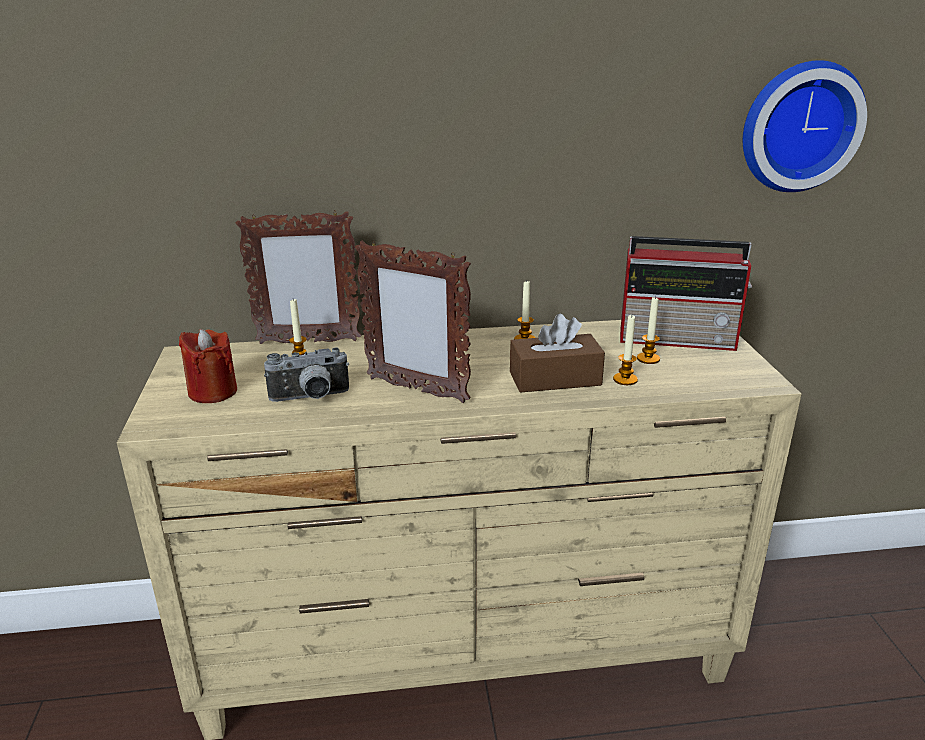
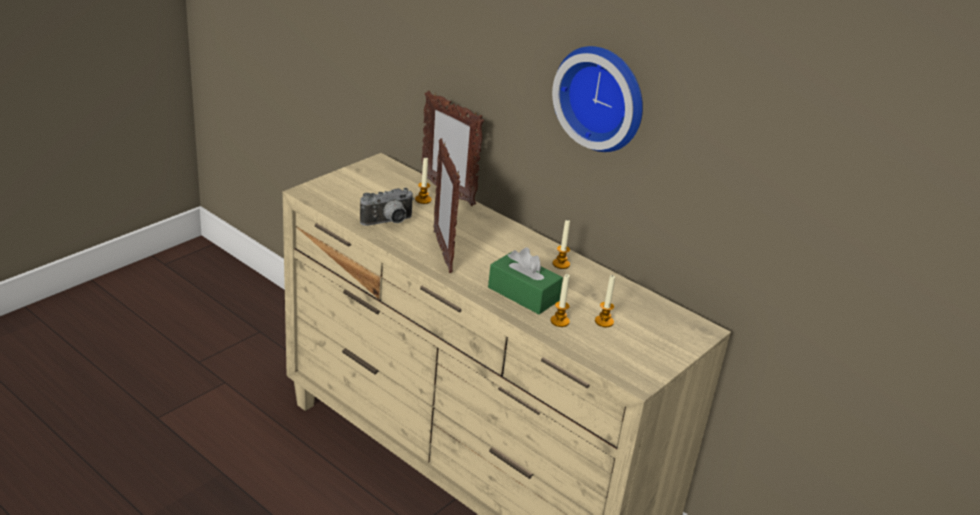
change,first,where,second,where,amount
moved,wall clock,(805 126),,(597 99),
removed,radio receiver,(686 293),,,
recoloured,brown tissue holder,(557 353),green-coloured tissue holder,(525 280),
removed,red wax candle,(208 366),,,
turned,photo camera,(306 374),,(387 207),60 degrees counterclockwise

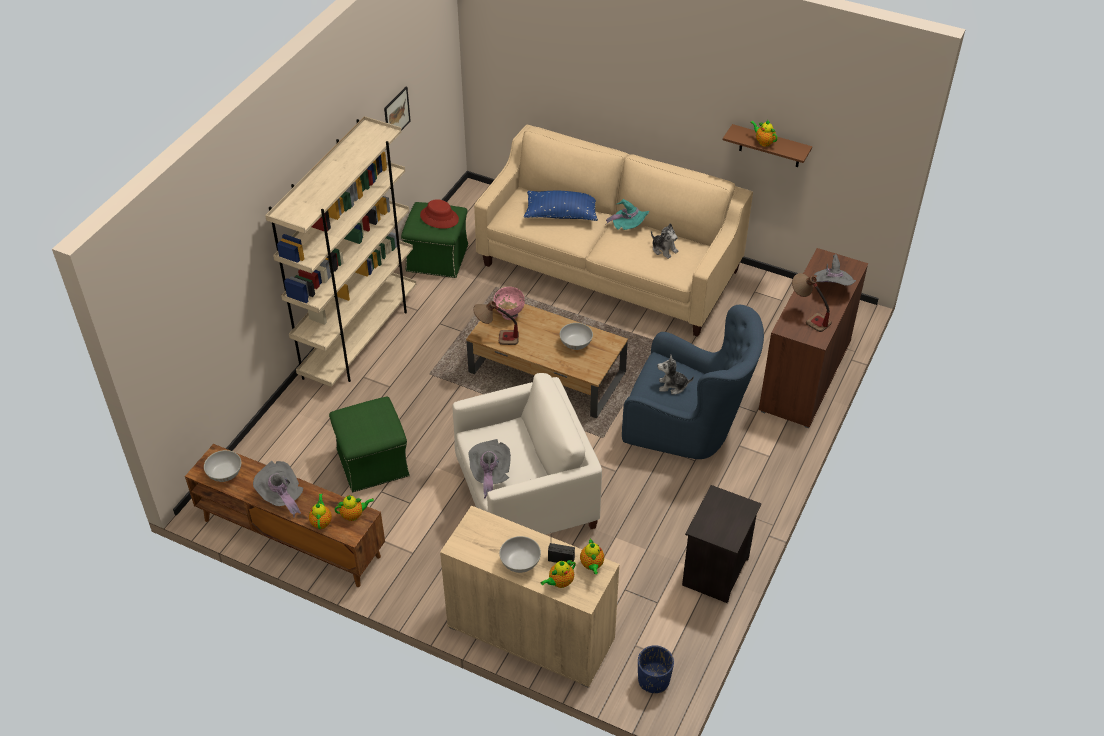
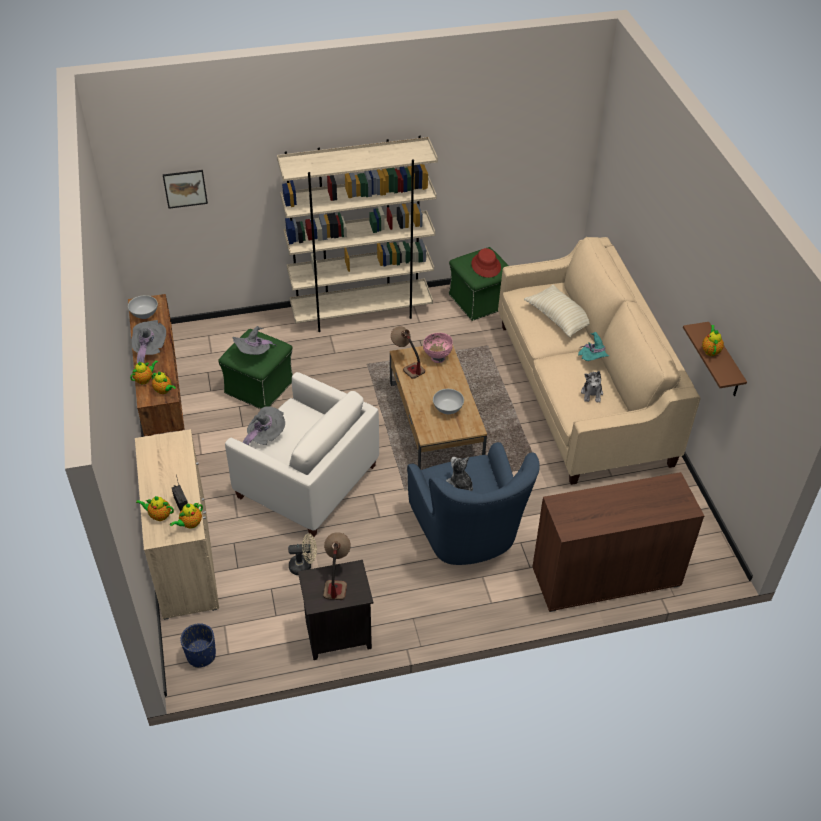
change,first,where,second,where,amount
moved,wall picture,(397 109),,(185 189),
recoloured,blue cushion,(561 206),beige-coloured cushion,(556 311),
moved,greyish hat,(835 270),,(254 340),
moved,tabletop lamp,(812 302),,(337 566),
removed,white-coloured bowl,(520 554),,,
added,,,beige-coloured electric fan,(302 554),

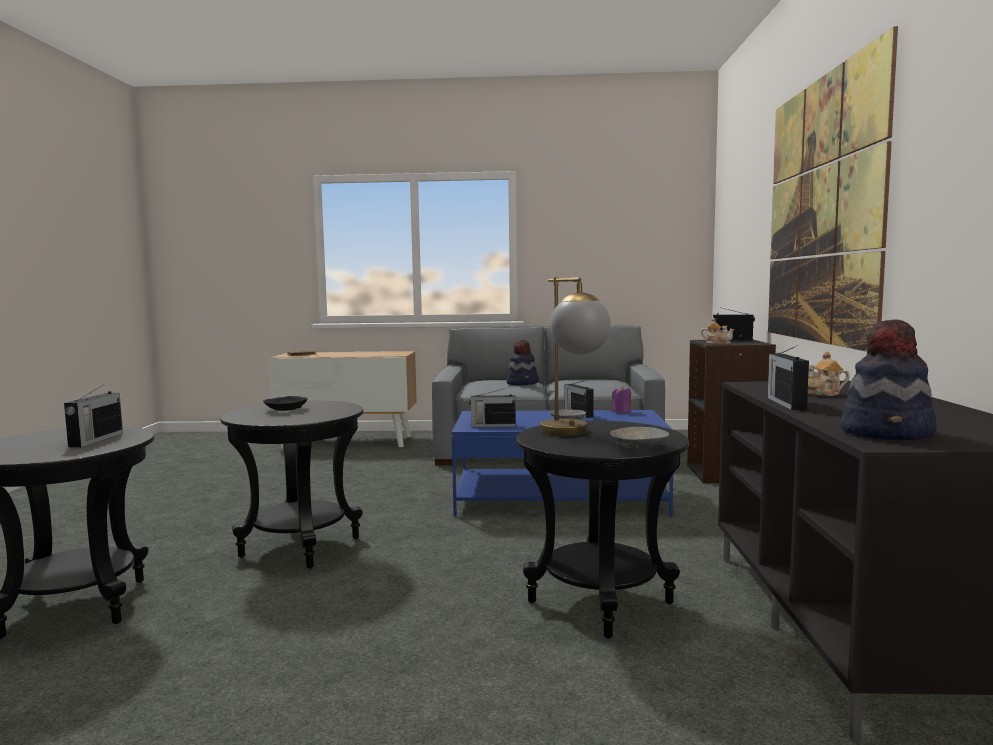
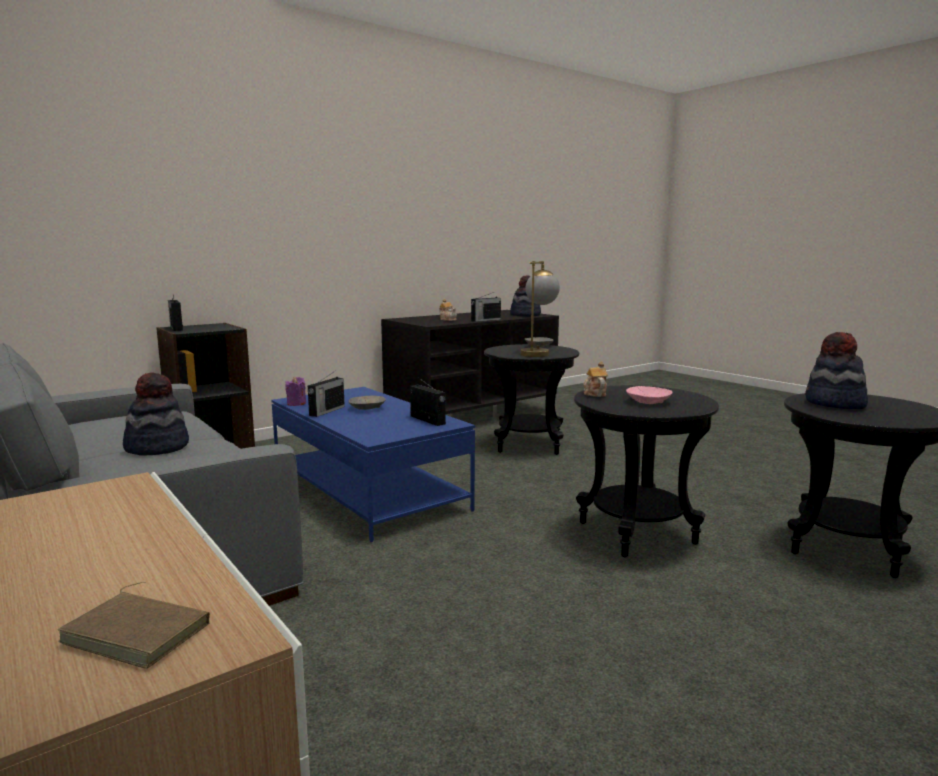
change,first,where,second,where,amount
removed,wall picture,(833 189),,,
moved,pot for tea,(717 331),,(595 379),
replaced,radio receiver,(93 415),hat,(836 370),
recoloured,black-coloured bowl,(285 403),pink-coloured bowl,(649 395),

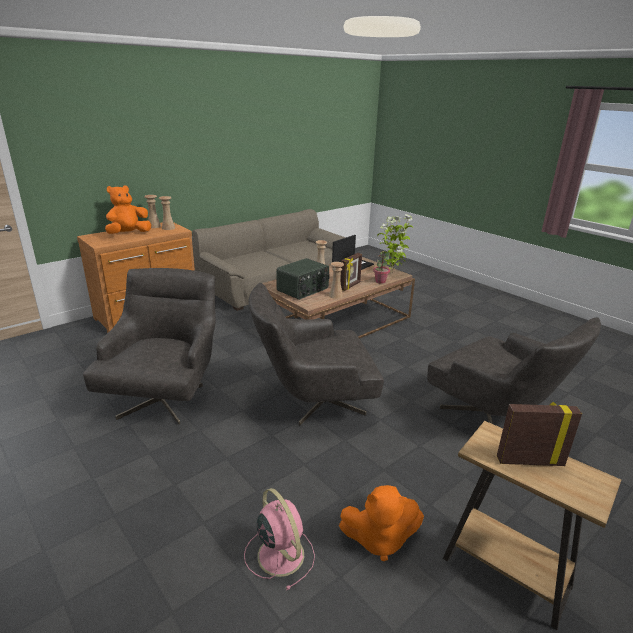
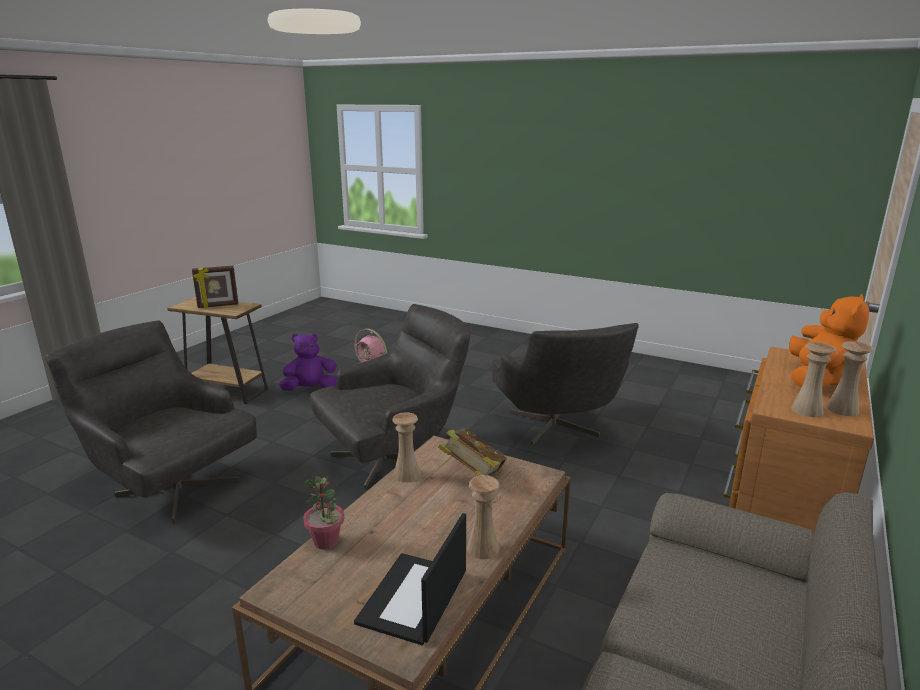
change,first,where,second,where,amount
removed,potted plant,(395 243),,,
removed,picture frame,(351 272),,,
replaced,radio receiver,(303 279),book,(472 452),
recoloured,orange-coloured plush toy,(381 523),purple-coloured plush toy,(308 362),

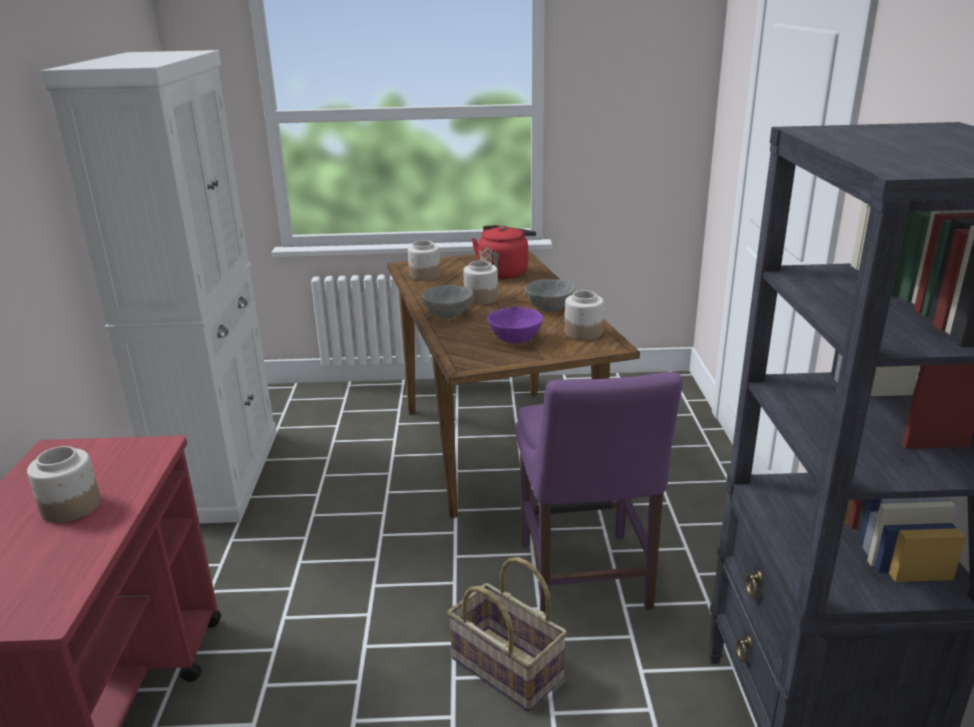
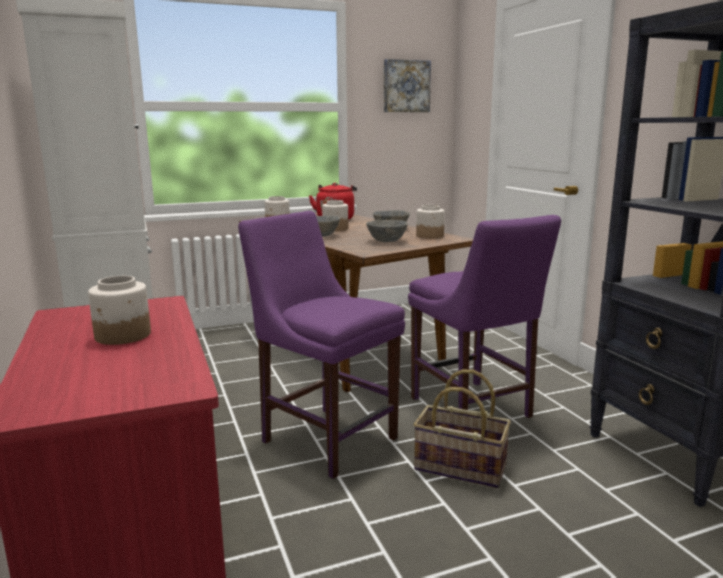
change,first,where,second,where,amount
recoloured,purple-coloured bowl,(515 325),greyish bowl,(387 231),
added,,,wall picture,(407 85),
added,,,purple-coloured chair,(321 345),

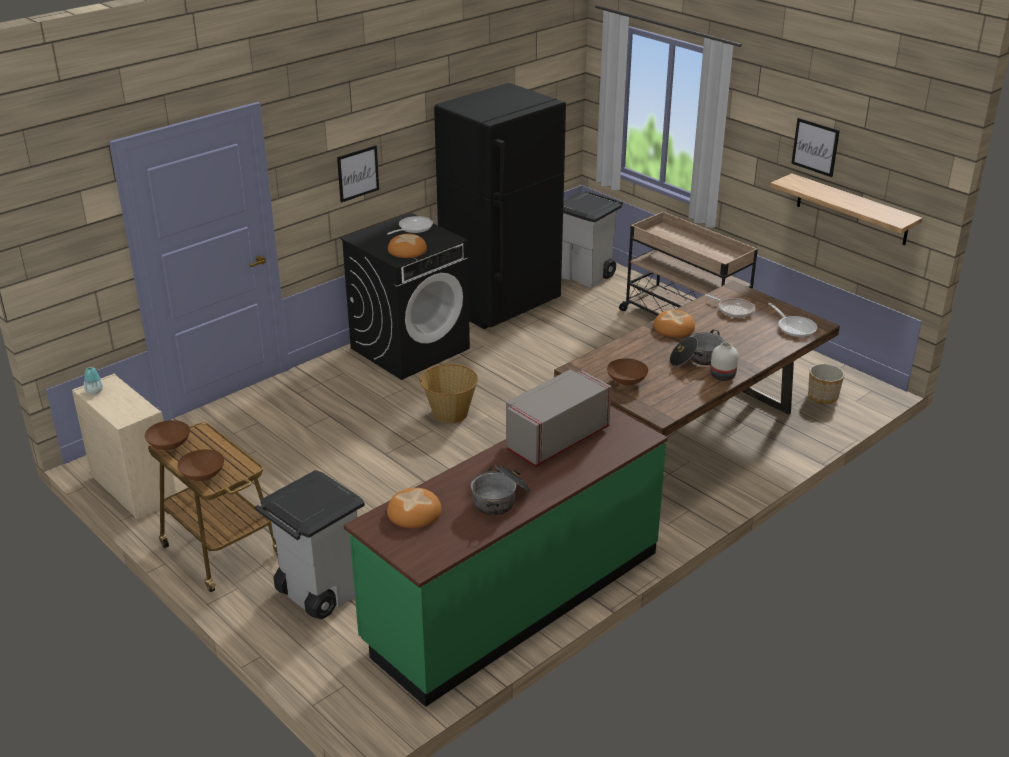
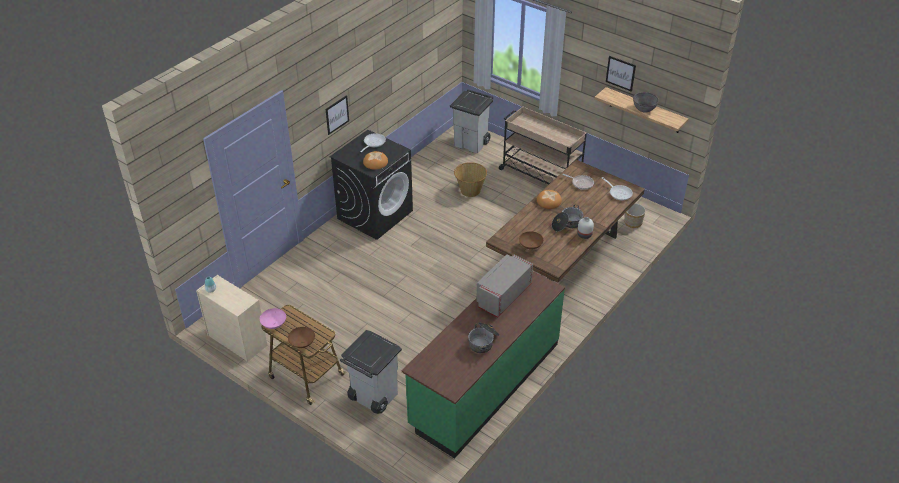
change,first,where,second,where,amount
removed,black-coloured kitchen fridge,(500 206),,,
moved,basket,(449 394),,(470 179),
recoloured,brown bowl,(167 435),pink-coloured bowl,(273 318),
removed,baked bread,(414 508),,,
added,,,greyish bowl,(646 102),

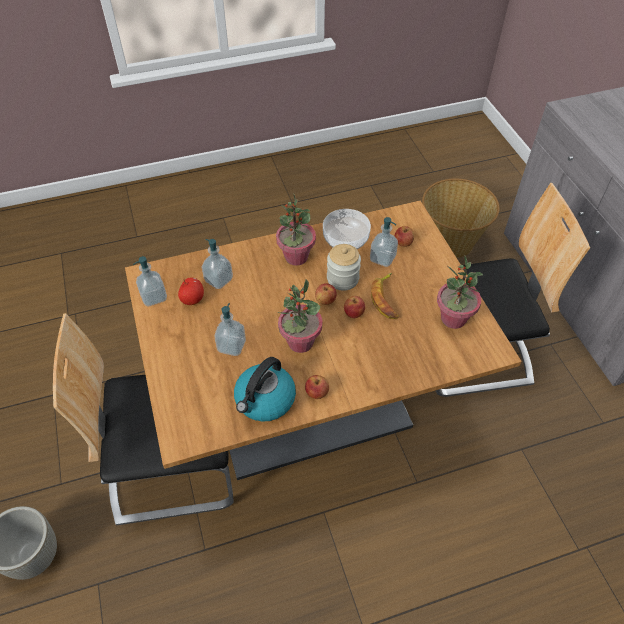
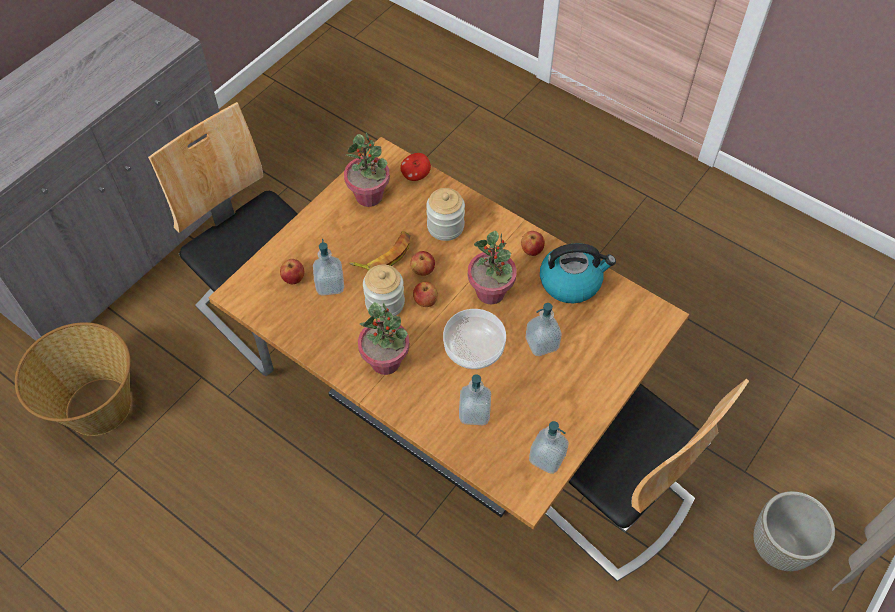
change,first,where,second,where,amount
moved,bowl,(347 229),,(474 339),
moved,whole apple,(191 291),,(415 167),
added,,,storage jar,(445 214),

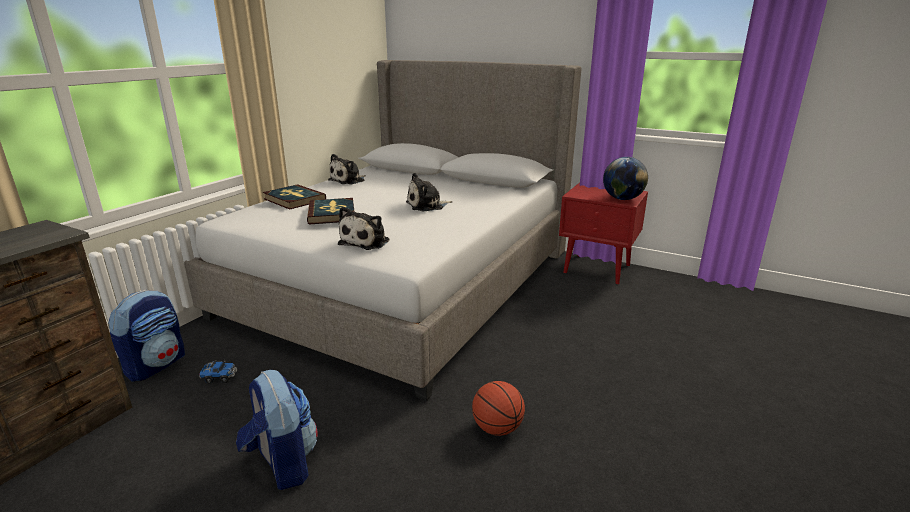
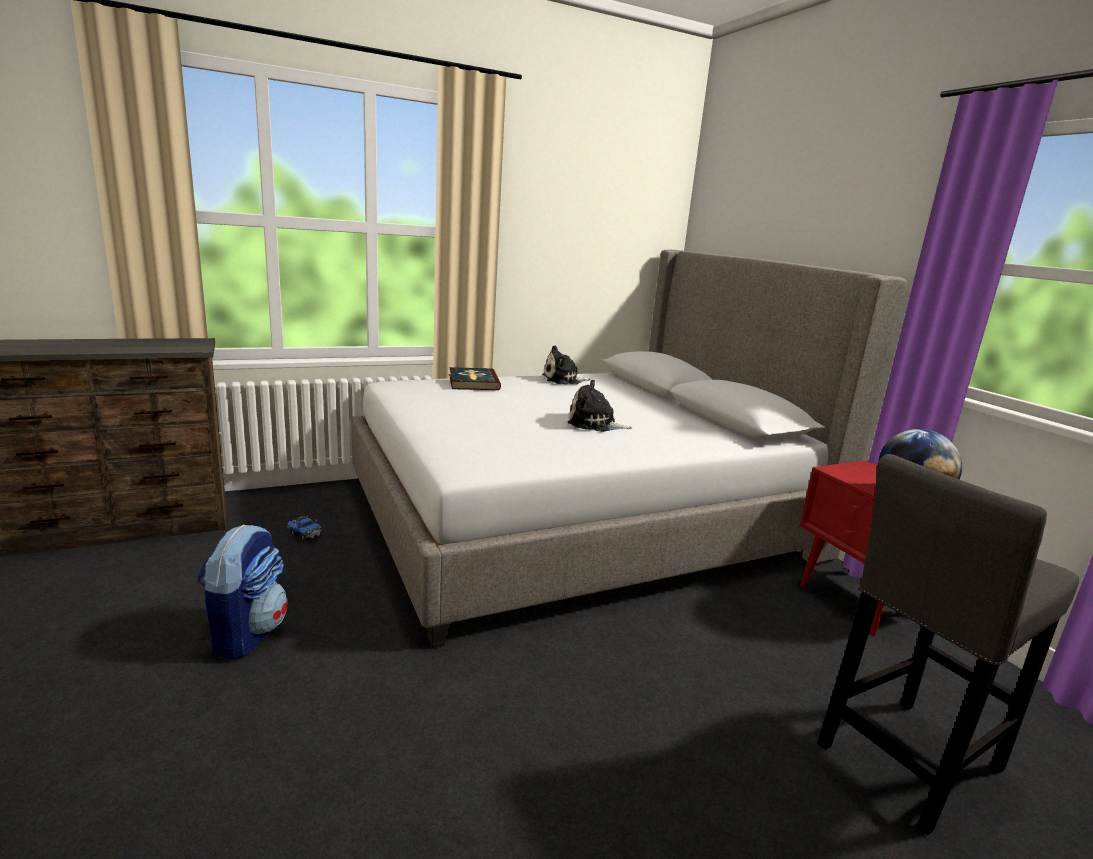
change,first,where,second,where,amount
removed,book,(330 211),,,
removed,plush toy,(363 228),,,
removed,rucksack,(146 336),,,
removed,ball for basketball,(498 408),,,
added,,,greyish stool seat,(948 644),

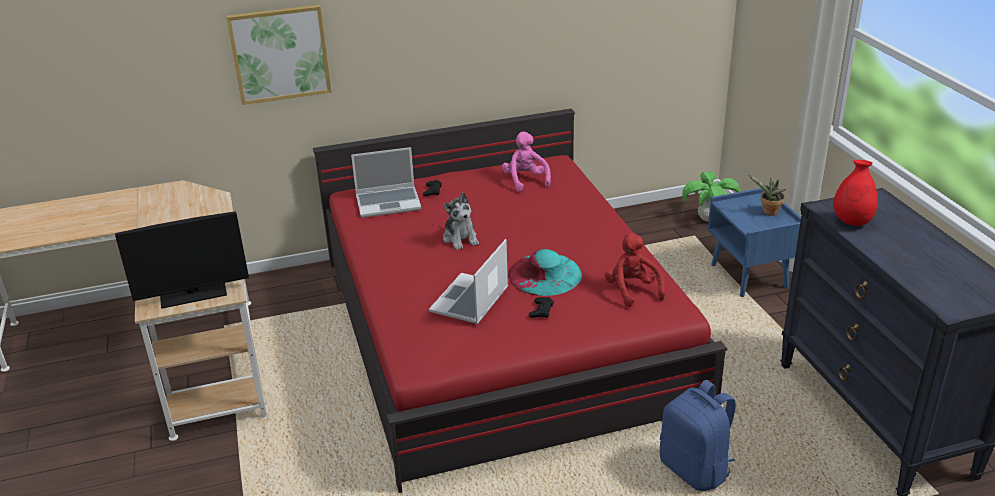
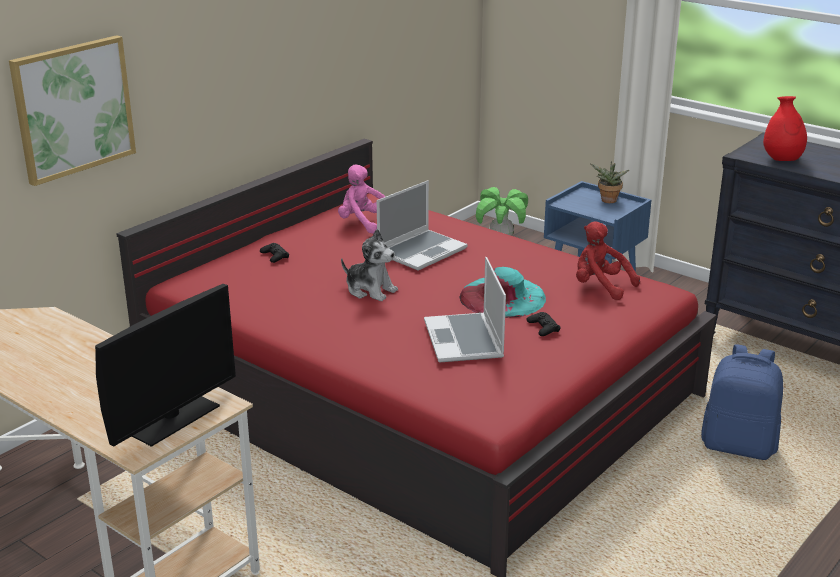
change,first,where,second,where,amount
moved,laptop,(386 182),,(422 225),

